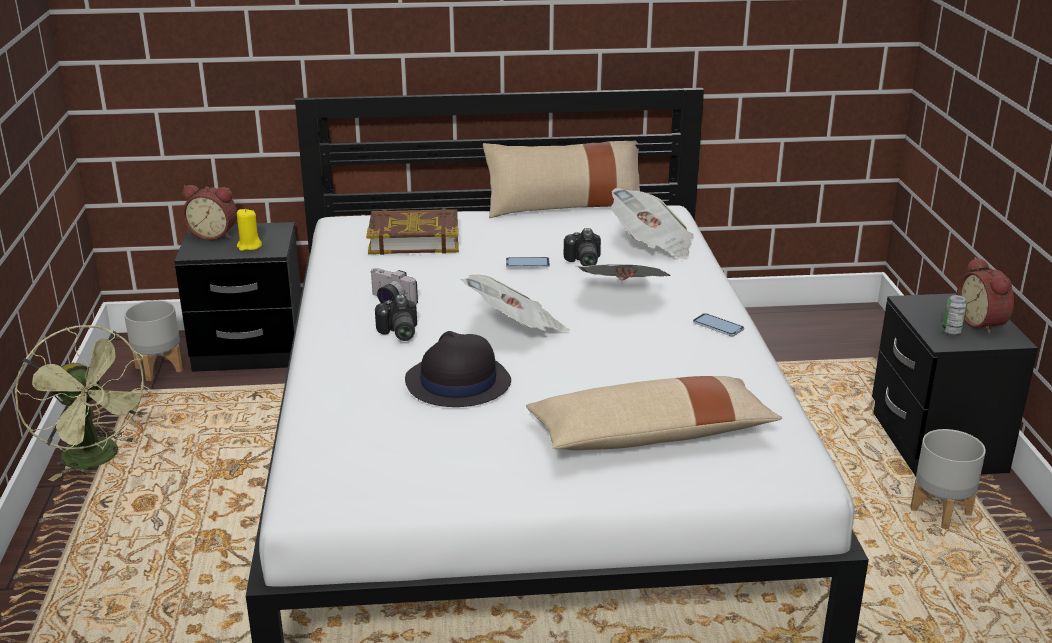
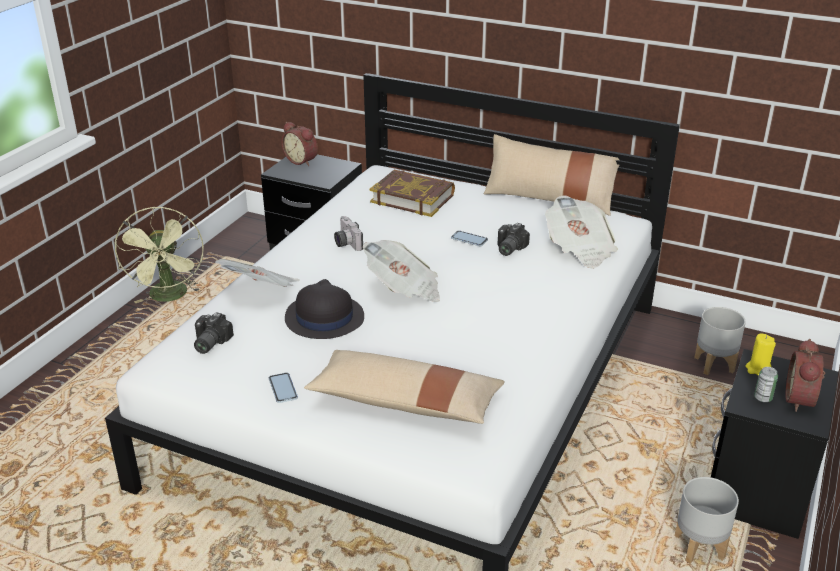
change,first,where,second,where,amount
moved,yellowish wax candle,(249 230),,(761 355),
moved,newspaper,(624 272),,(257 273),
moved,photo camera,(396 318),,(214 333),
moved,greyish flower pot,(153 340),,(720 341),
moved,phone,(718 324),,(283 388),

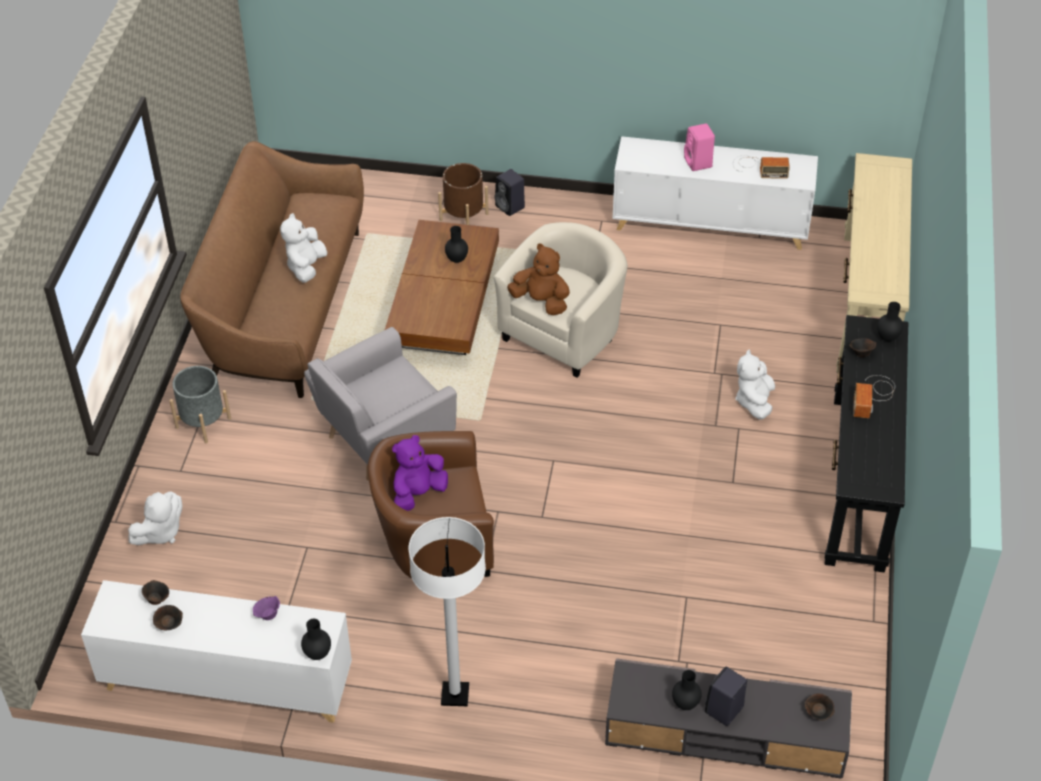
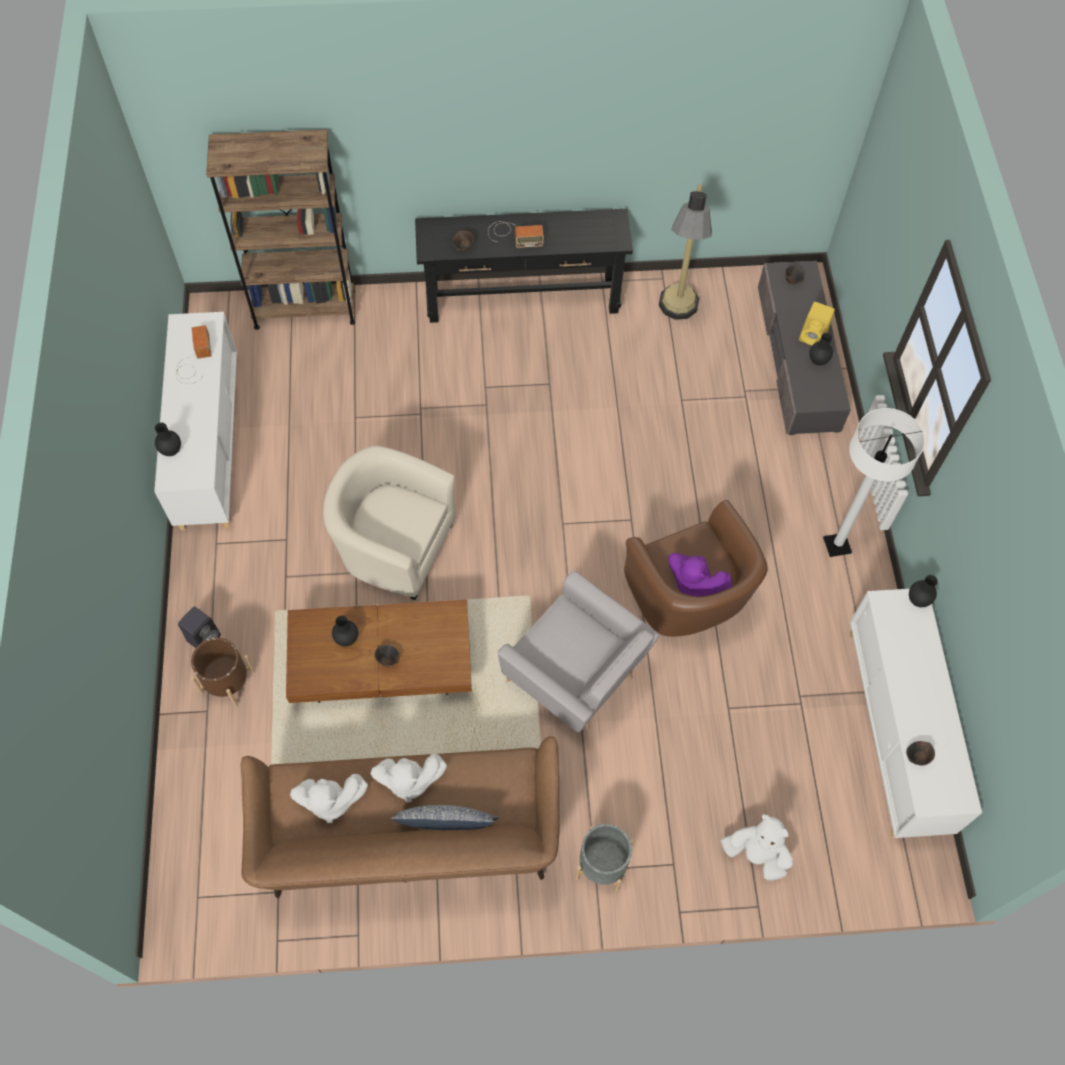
change,first,where,second,where,amount
removed,pink-coloured audio speaker,(699 147),,,
replaced,beige-coloured console table,(874 263),brown bookcase,(280 229),
removed,brown plush toy,(538 279),,,
moved,black-coloured flower vase,(890 321),,(168 439),
moved,white-coloured plush toy,(755 384),,(329 798),
removed,purple-coloured bowl,(266 608),,,
moved,brown bowl,(168 617),,(387 656),
recoloured,black-coloured audio speaker,(726 696),yellowish audio speaker,(817 323),
added,,,standing lamp,(685 252),
added,,,cushion,(445 817),

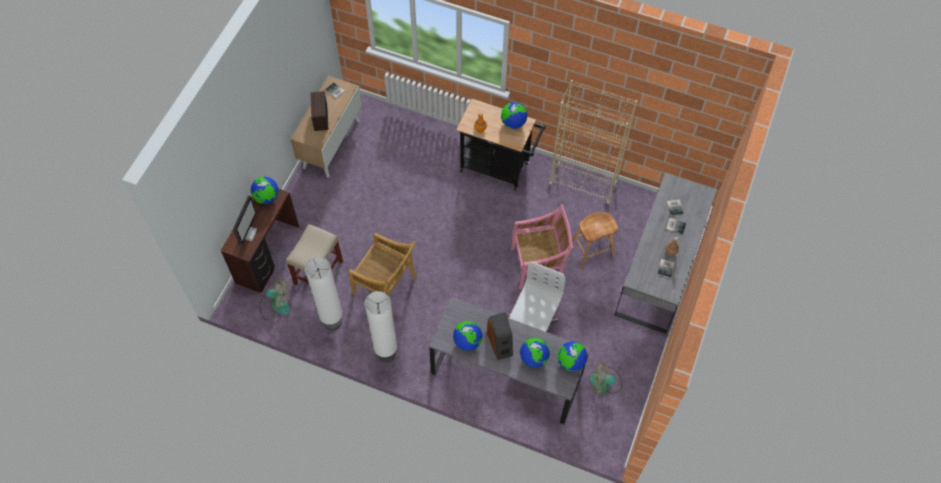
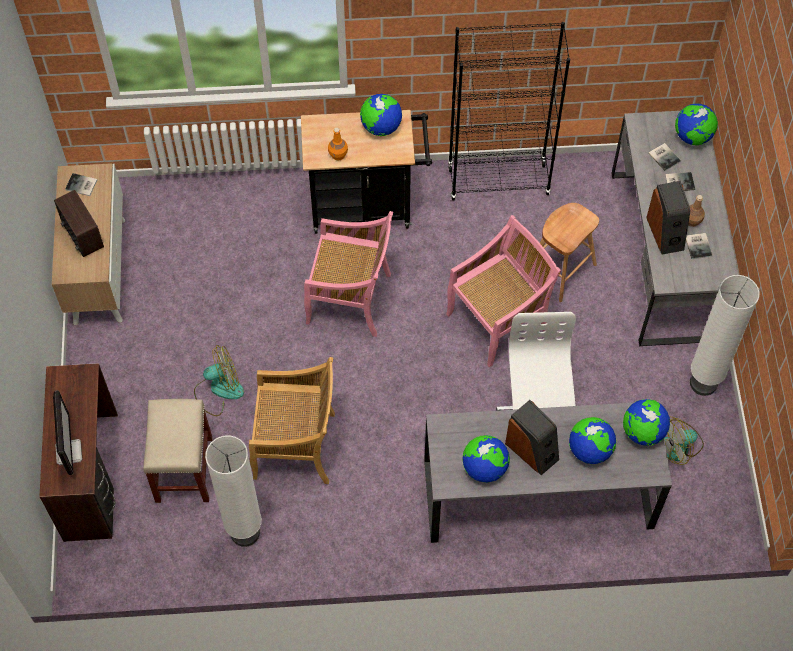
change,first,where,second,where,amount
recoloured,beige-coloured bookcase,(593 142),black-coloured bookcase,(509 111),
moved,desk globe,(265 190),,(696 124),
moved,electric fan,(275 299),,(219 380),
moved,white-coloured standing lamp,(381 327),,(725 335),
added,,,audio speaker,(668 218),
added,,,pink-coloured chair,(348 274),

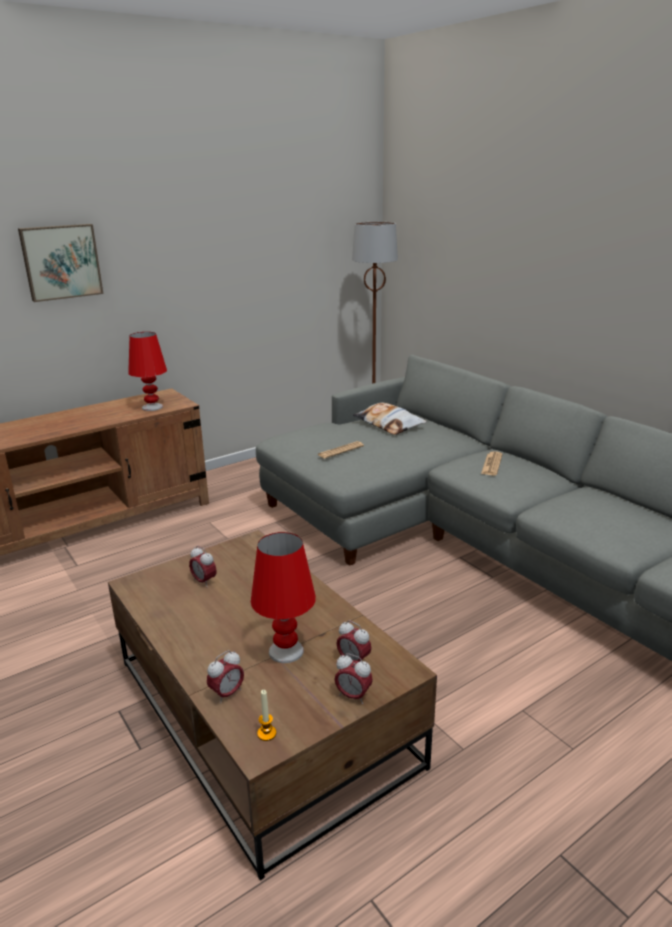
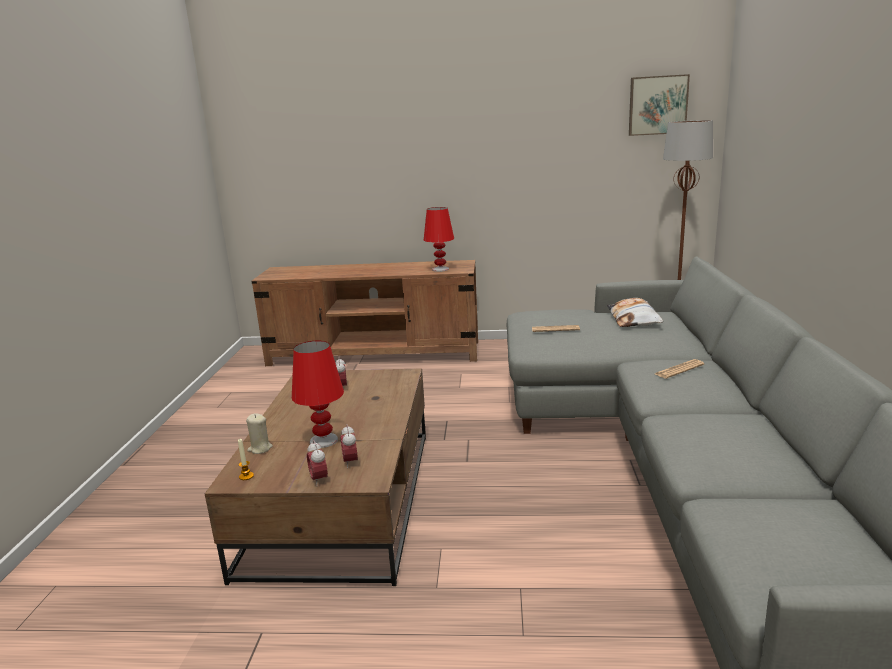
change,first,where,second,where,amount
moved,wall picture,(61 263),,(659 105),
replaced,table clock,(225 677),beige-coloured wax candle,(259 433),

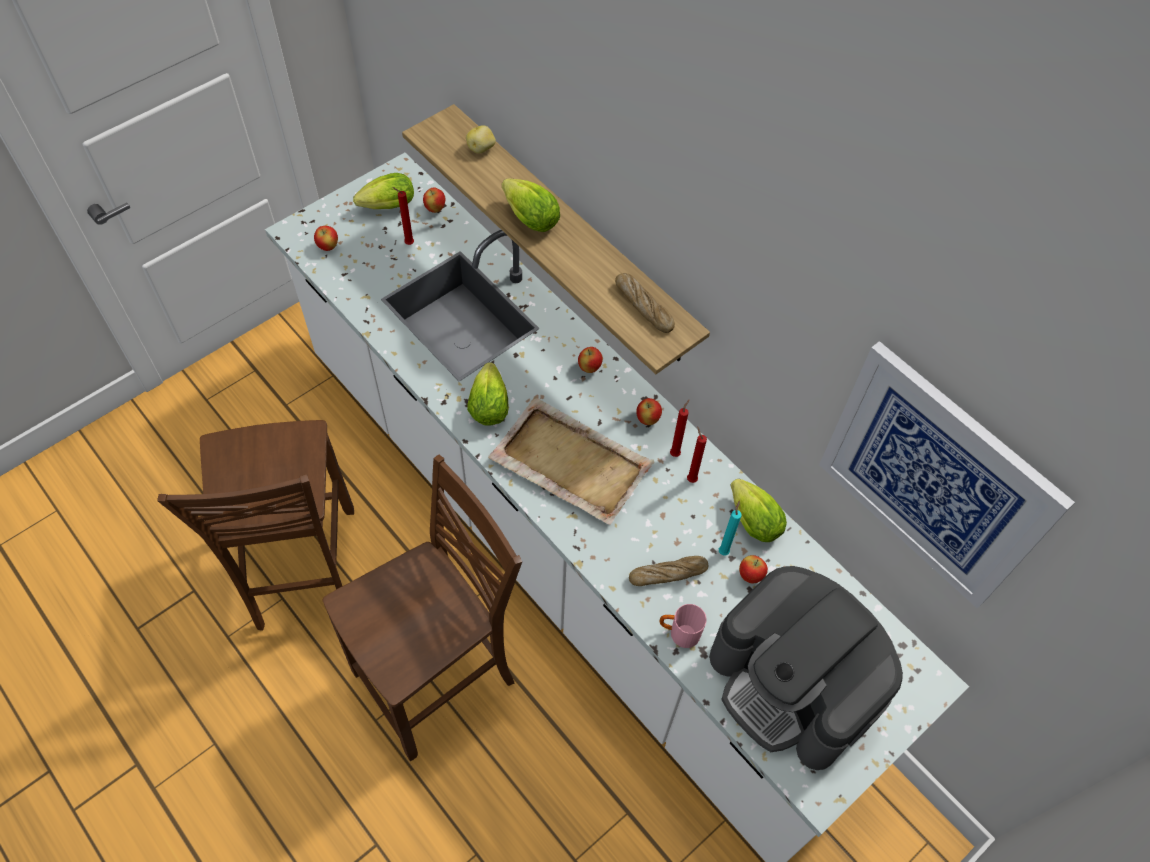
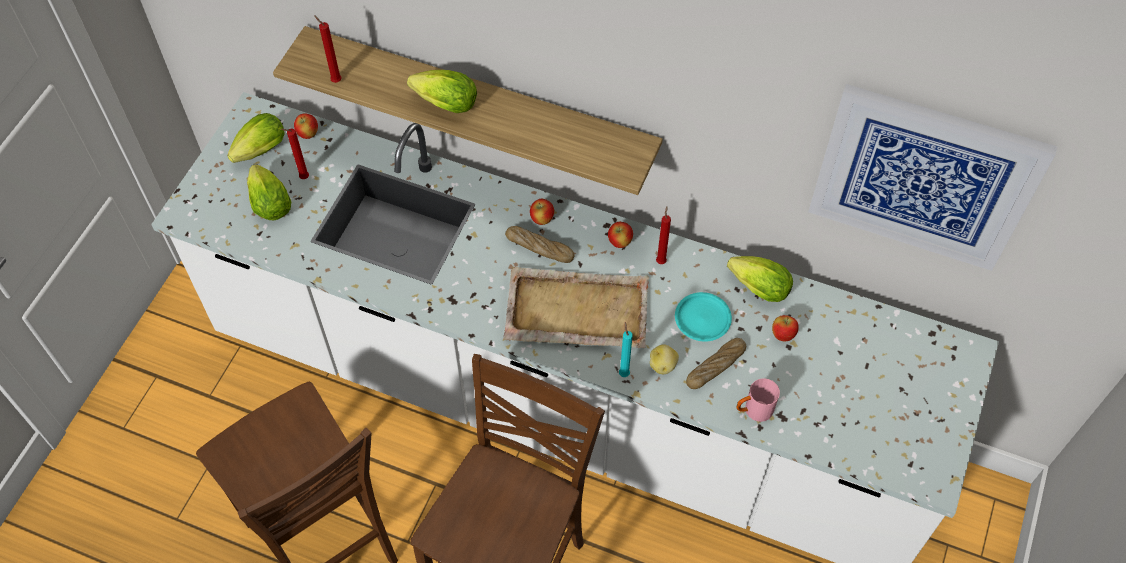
change,first,where,second,where,amount
moved,spud,(481 139),,(664 359),
removed,whole apple,(326 238),,,
moved,baked bread,(645 303),,(540 244),
moved,head of lettuce,(487 394),,(269 192),
moved,red wax candle,(697 454),,(328 49),
moved,blue-green wax candle,(730 528),,(626 349),
removed,coffee brewer,(806 668),,,
added,,,blue-green dinner plate,(703 317),

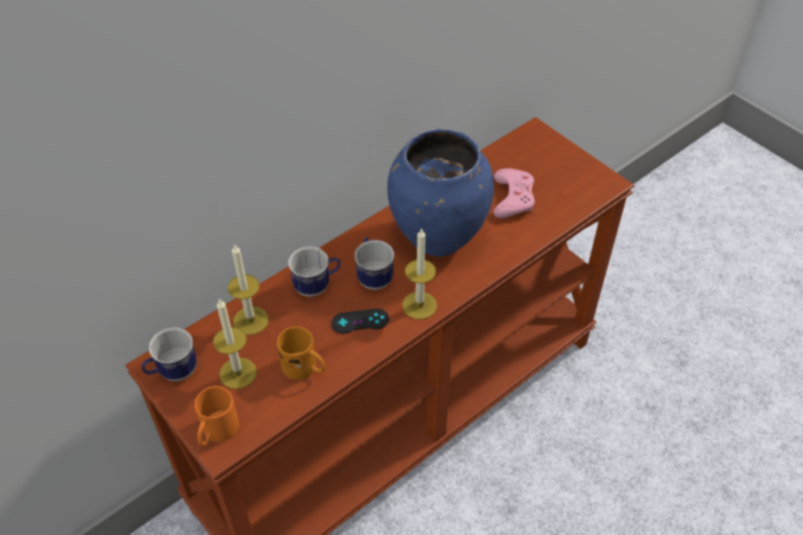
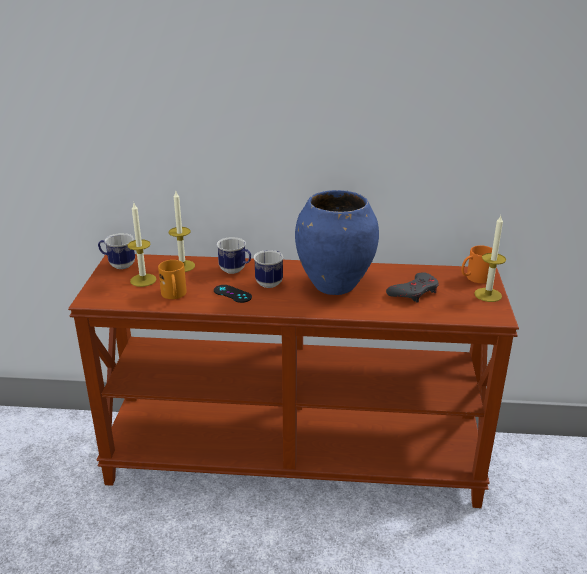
change,first,where,second,where,amount
recoloured,pink-coloured gamepad,(514 193),greyish gamepad,(412 287),
moved,wax candle,(419 273),,(490 259),
moved,orange-coloured coffee mug,(217 416),,(476 264),

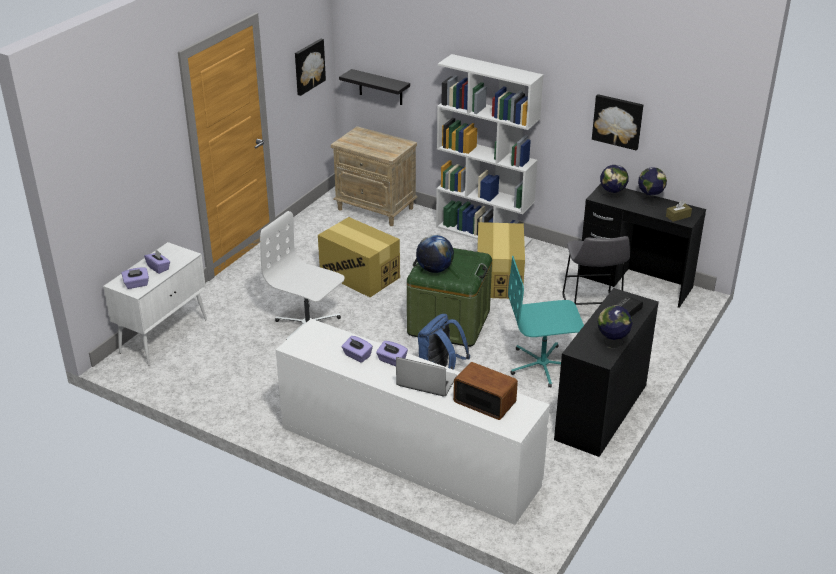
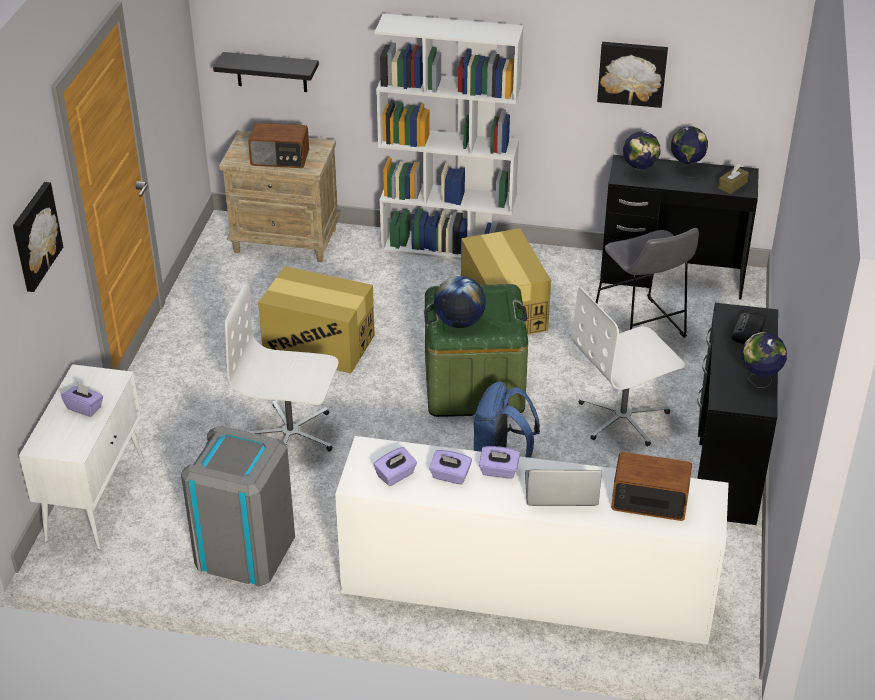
change,first,where,second,where,amount
moved,wall picture,(310 67),,(38 237),
recoloured,blue-green computer chair,(546 322),white-coloured computer chair,(628 366),
moved,purple-coloured tissue holder,(135 278),,(395 466),
added,,,radio receiver,(278 145),
added,,,greyish trash can,(238 506),

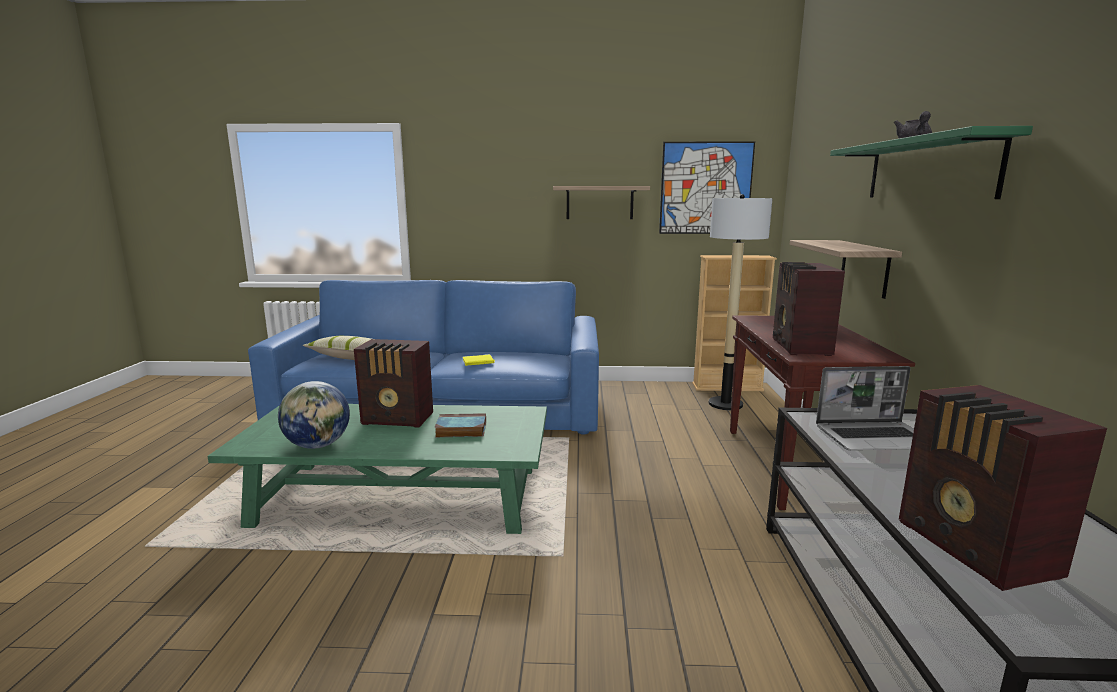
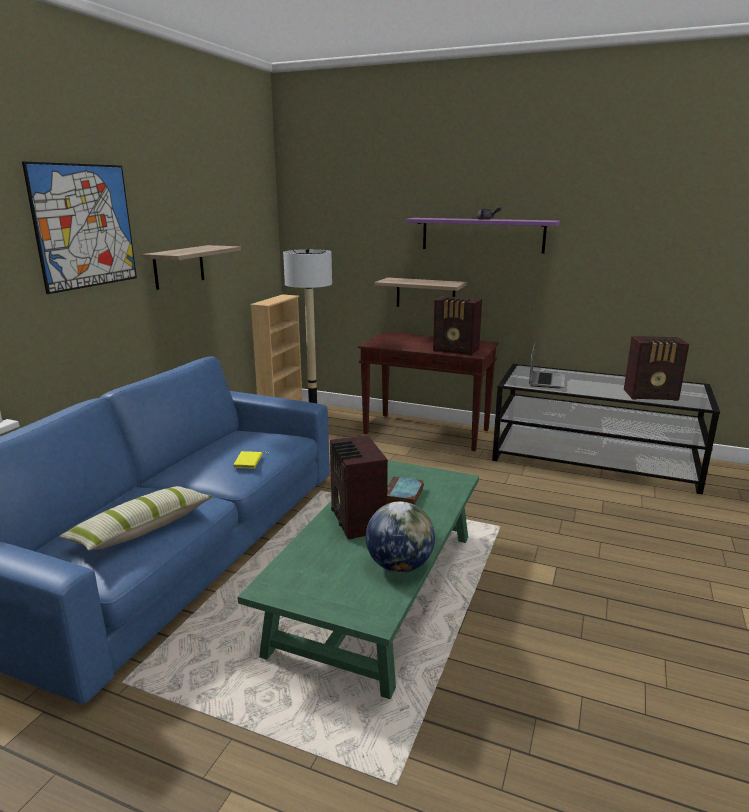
change,first,where,second,where,amount
recoloured,green-coloured wall shelf,(931 162),purple-coloured wall shelf,(482 236),
moved,wall picture,(707 187),,(79 227),
turned,radio receiver,(393 383),,(359 487),135 degrees clockwise

